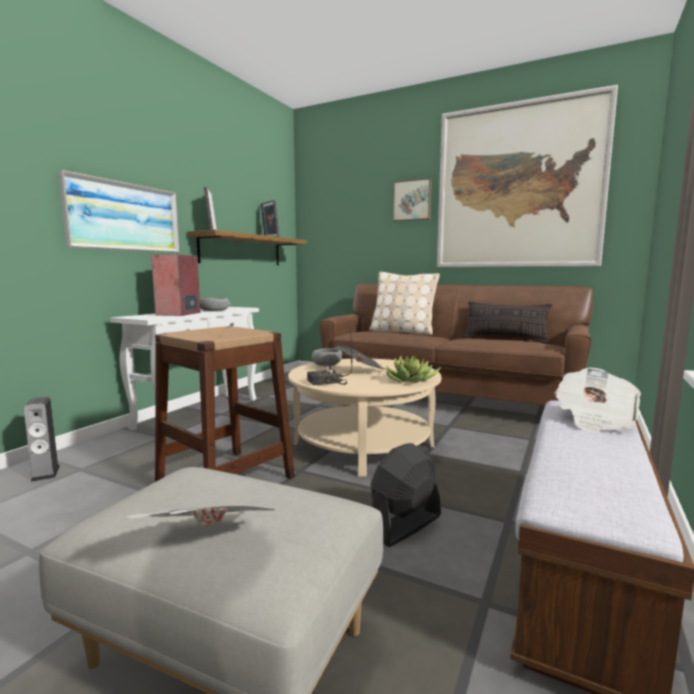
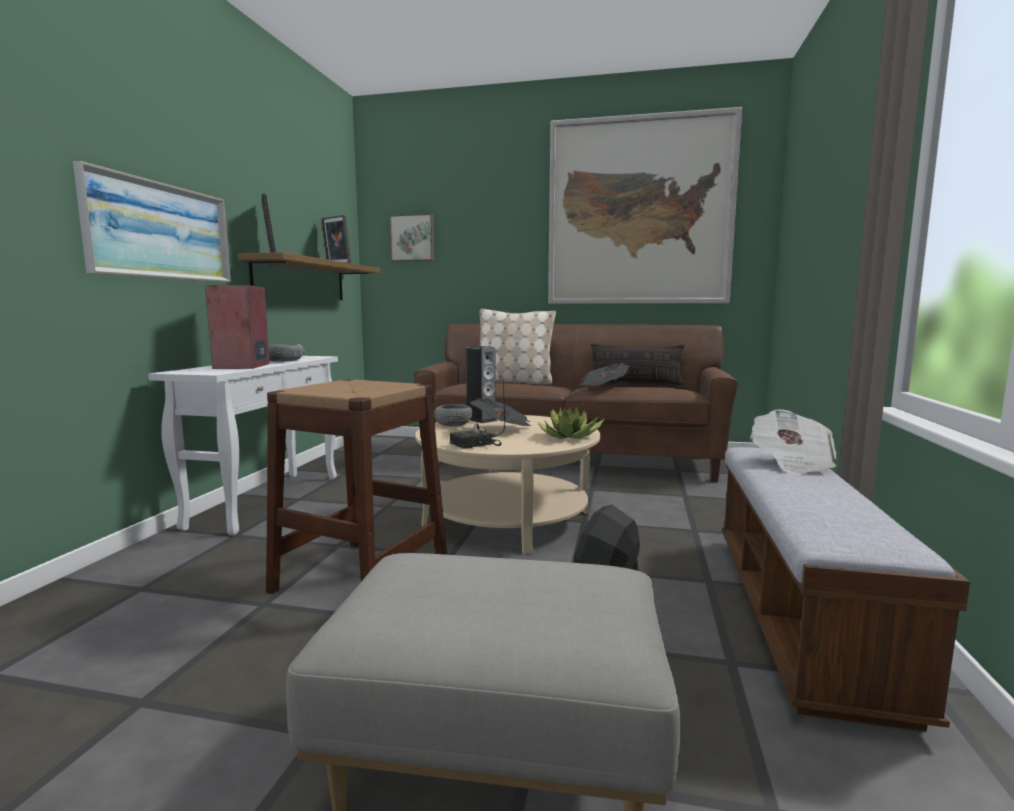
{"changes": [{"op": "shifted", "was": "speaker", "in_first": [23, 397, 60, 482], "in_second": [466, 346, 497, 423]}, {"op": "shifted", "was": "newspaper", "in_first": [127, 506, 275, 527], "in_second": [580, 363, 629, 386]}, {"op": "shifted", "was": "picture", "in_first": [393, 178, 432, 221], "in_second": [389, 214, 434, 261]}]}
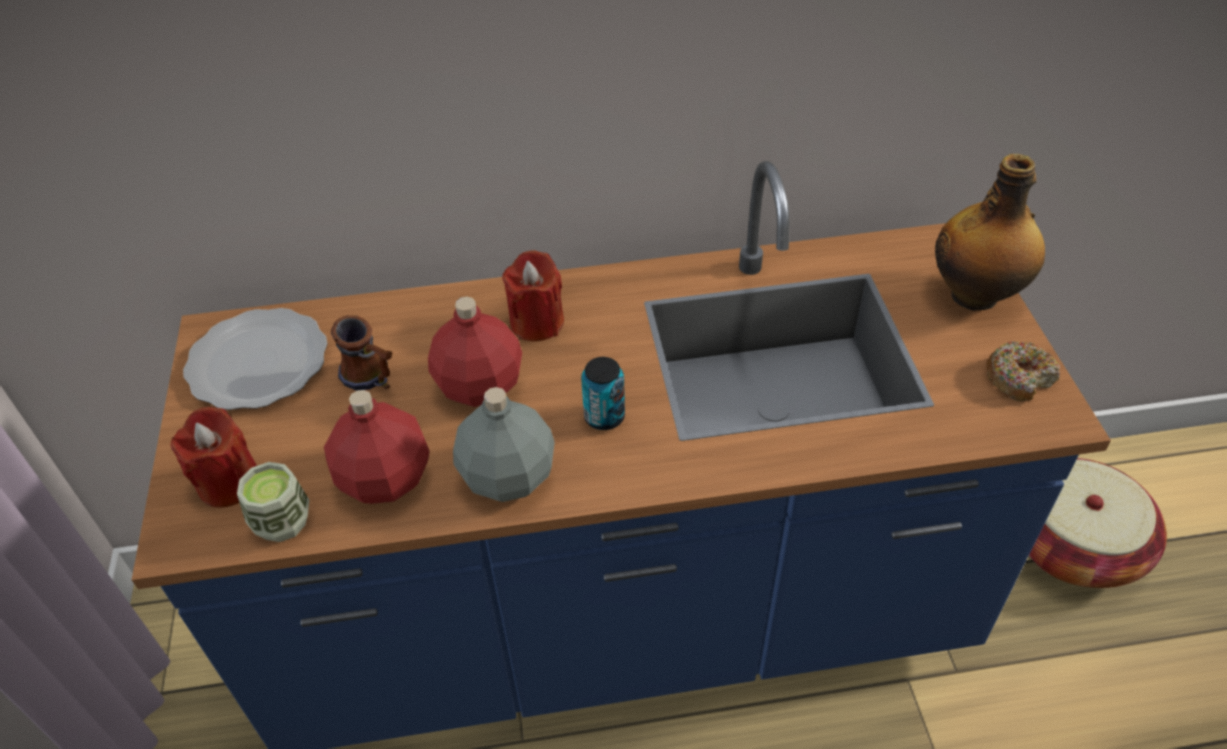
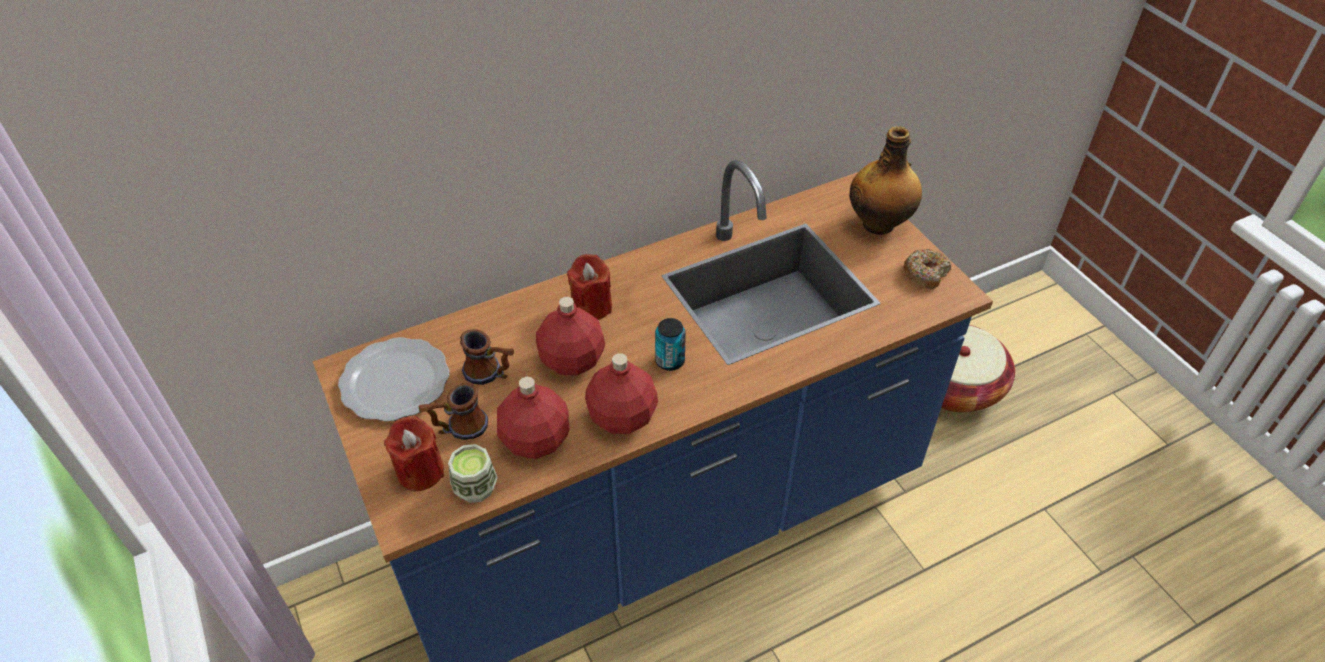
{"changes": [{"op": "repainted", "was": "grey bottle", "now": "red bottle", "in_first": [453, 387, 555, 502], "in_second": [585, 353, 658, 434]}, {"op": "new", "now": "mug", "in_second": [418, 383, 488, 440]}]}
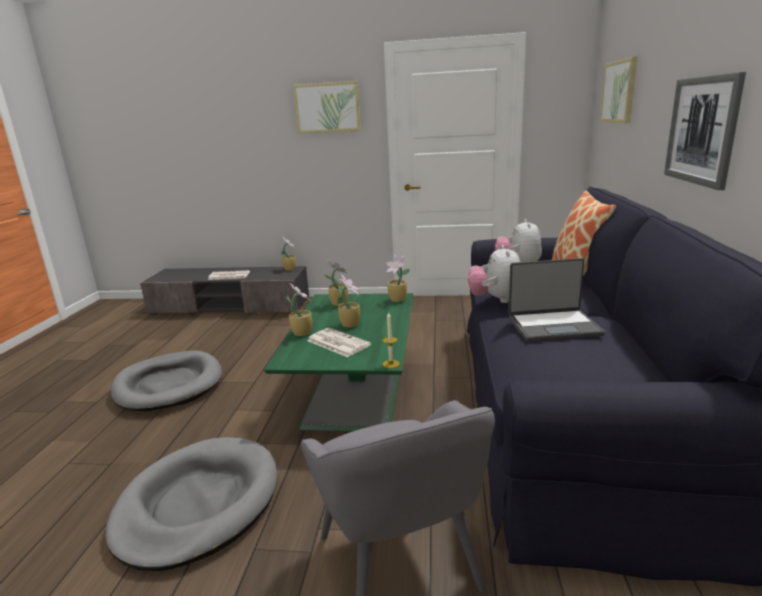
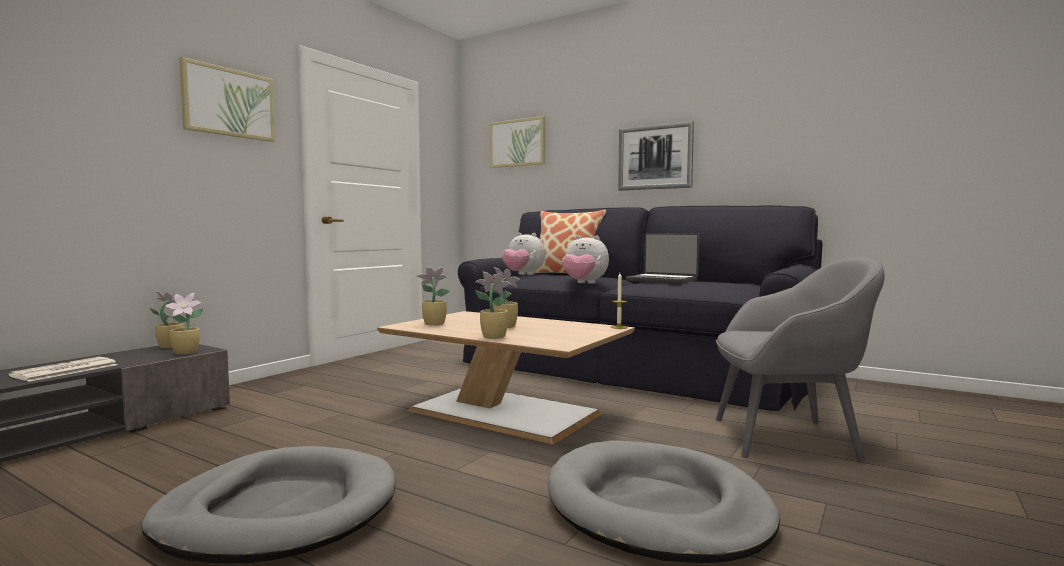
{"changes": [{"op": "repainted", "was": "green coffee table", "now": "brown coffee table", "in_first": [264, 293, 413, 431], "in_second": [377, 311, 635, 444]}, {"op": "gone", "was": "newspaper", "in_first": [307, 328, 371, 357]}, {"op": "shifted", "was": "potted plant", "in_first": [386, 254, 410, 302], "in_second": [165, 293, 203, 355]}, {"op": "rotated", "was": "laptop", "in_first": [508, 258, 605, 341], "in_second": [625, 233, 699, 284], "clockwise": 105}]}
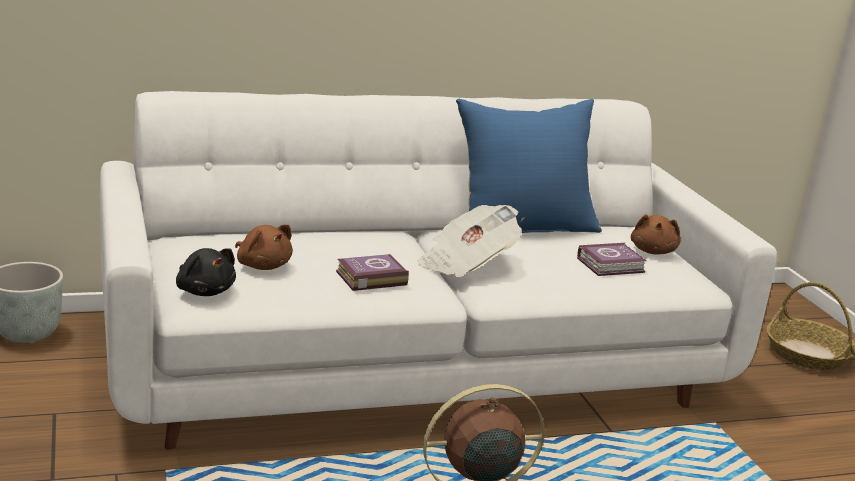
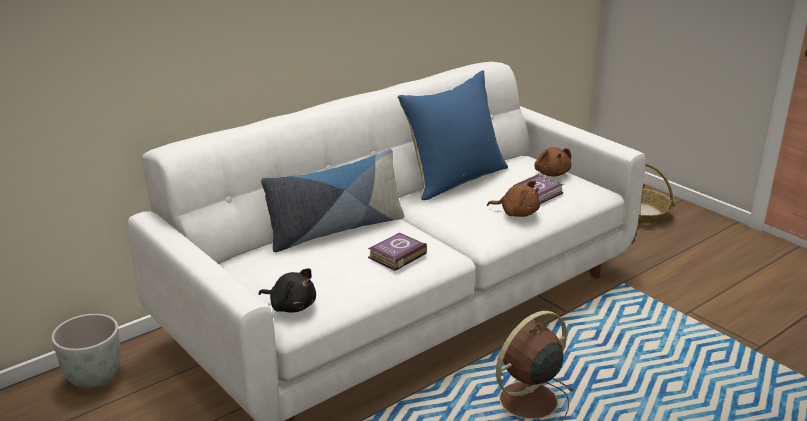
{"changes": [{"op": "shifted", "was": "brown plush toy", "in_first": [235, 224, 293, 270], "in_second": [487, 180, 540, 217]}, {"op": "gone", "was": "newspaper", "in_first": [418, 205, 522, 277]}, {"op": "new", "now": "pillow", "in_second": [261, 149, 405, 252]}]}
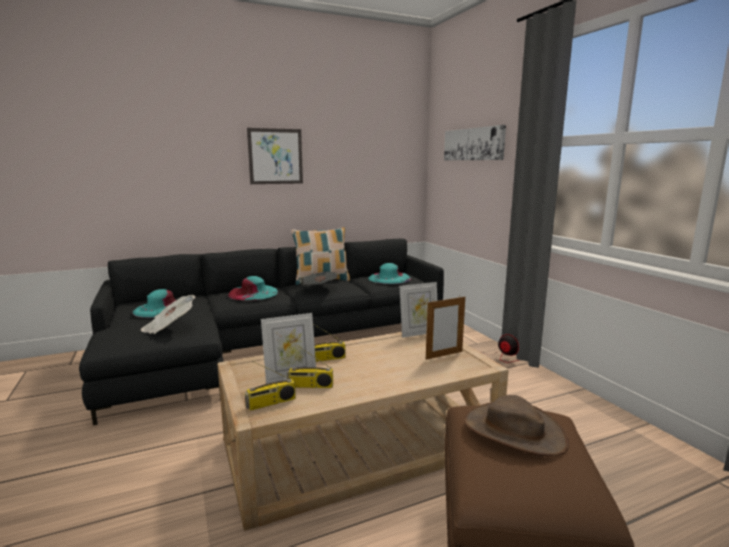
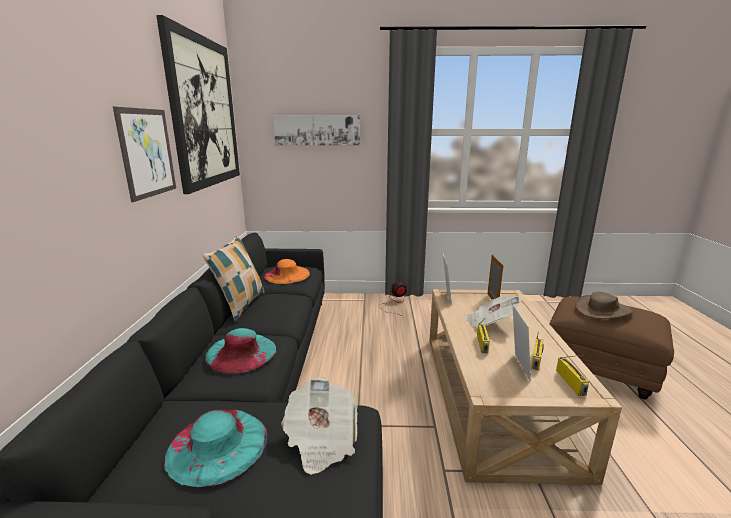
{"changes": [{"op": "shifted", "was": "newspaper", "in_first": [301, 271, 338, 285], "in_second": [464, 294, 522, 328]}, {"op": "repainted", "was": "turquoise hat", "now": "orange hat", "in_first": [368, 263, 411, 284], "in_second": [264, 259, 310, 284]}, {"op": "new", "now": "picture", "in_second": [156, 15, 240, 194]}]}
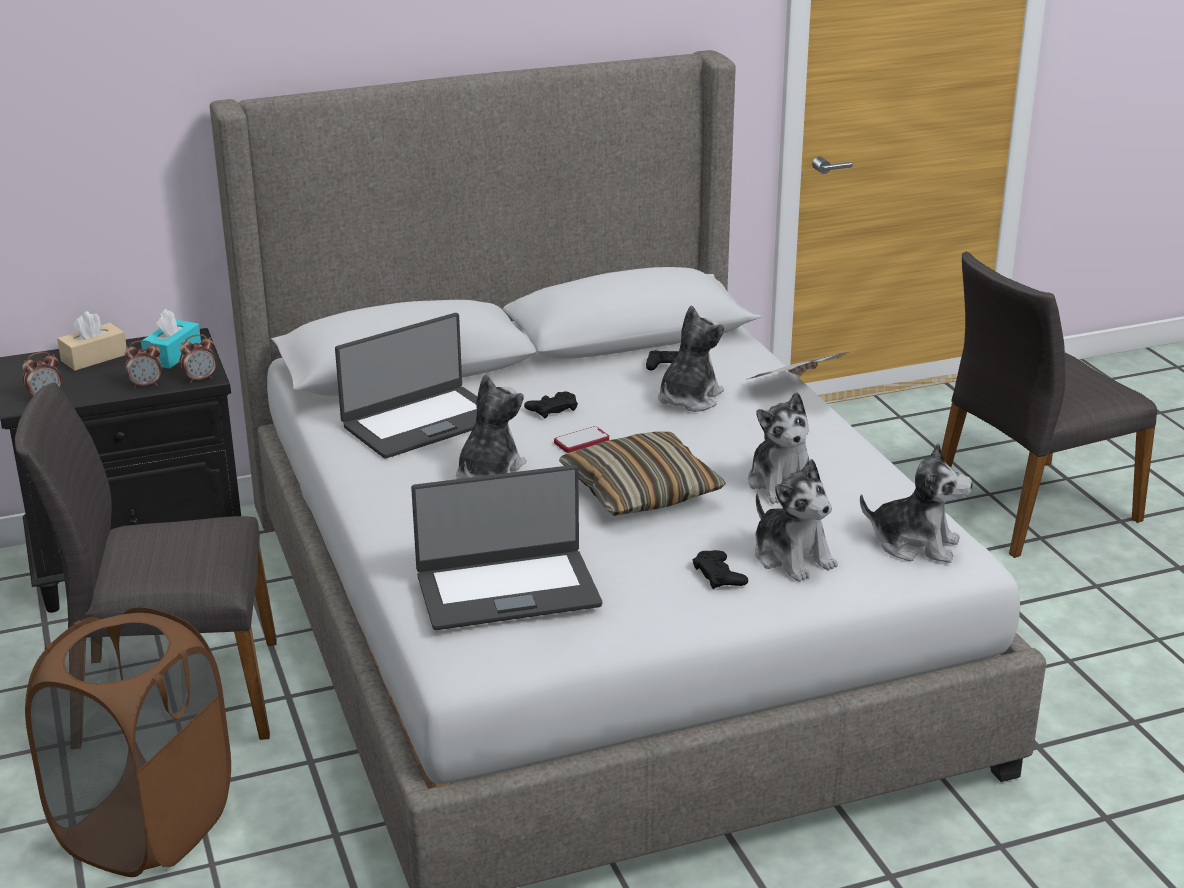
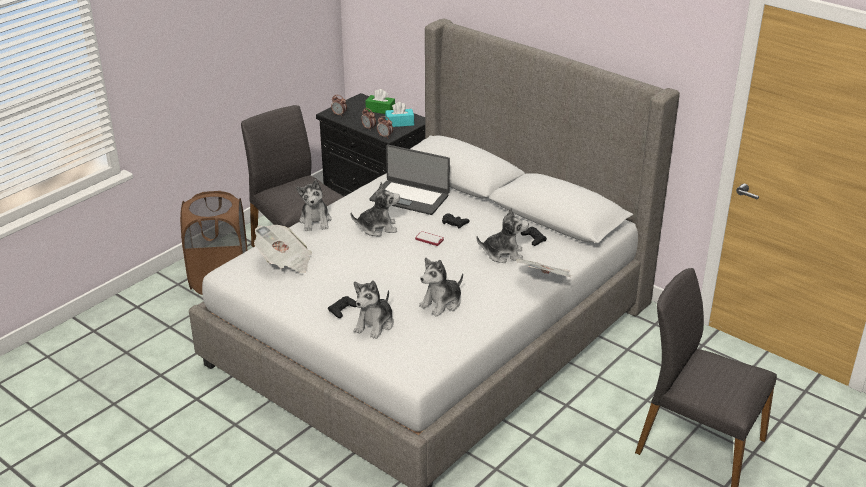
{"changes": [{"op": "repainted", "was": "beige tissue box", "now": "green tissue box", "in_first": [57, 311, 127, 371], "in_second": [365, 89, 395, 114]}, {"op": "swapped", "was": "laptop", "now": "newspaper", "in_first": [411, 465, 602, 630], "in_second": [254, 225, 312, 273]}, {"op": "gone", "was": "pillow", "in_first": [559, 432, 726, 516]}, {"op": "shifted", "was": "plush toy", "in_first": [860, 443, 972, 563], "in_second": [297, 179, 331, 231]}]}
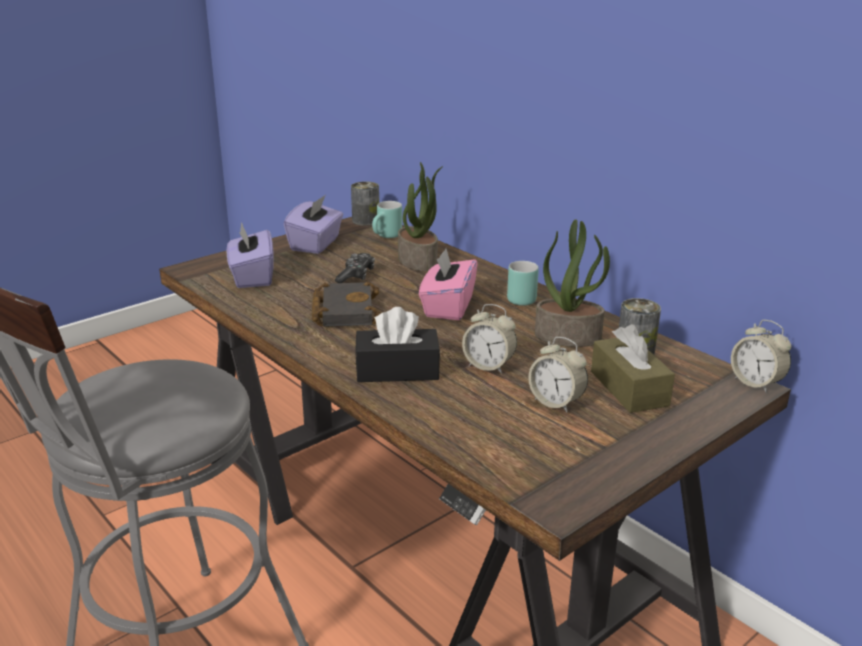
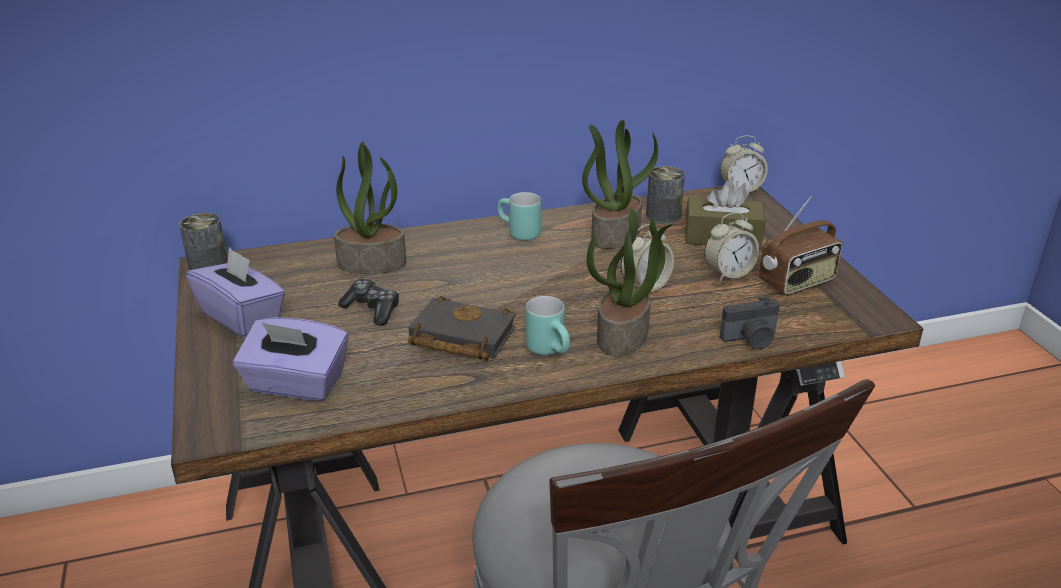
{"changes": [{"op": "swapped", "was": "black tissue box", "now": "potted plant", "in_first": [355, 307, 440, 382], "in_second": [587, 209, 673, 356]}, {"op": "shifted", "was": "turquoise mug", "in_first": [372, 201, 402, 238], "in_second": [526, 296, 570, 355]}, {"op": "gone", "was": "pink tissue box", "in_first": [419, 248, 478, 320]}, {"op": "new", "now": "photo camera", "in_second": [720, 296, 780, 349]}, {"op": "new", "now": "radio", "in_second": [759, 196, 843, 295]}]}
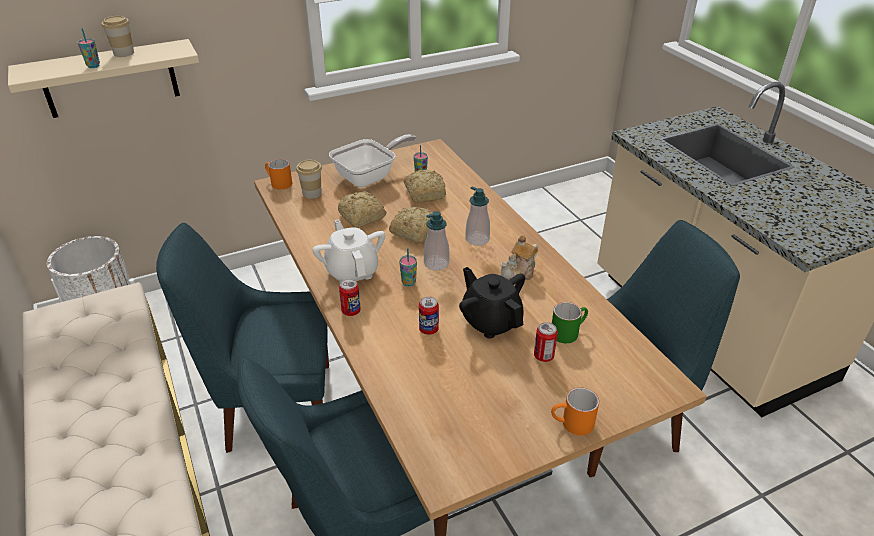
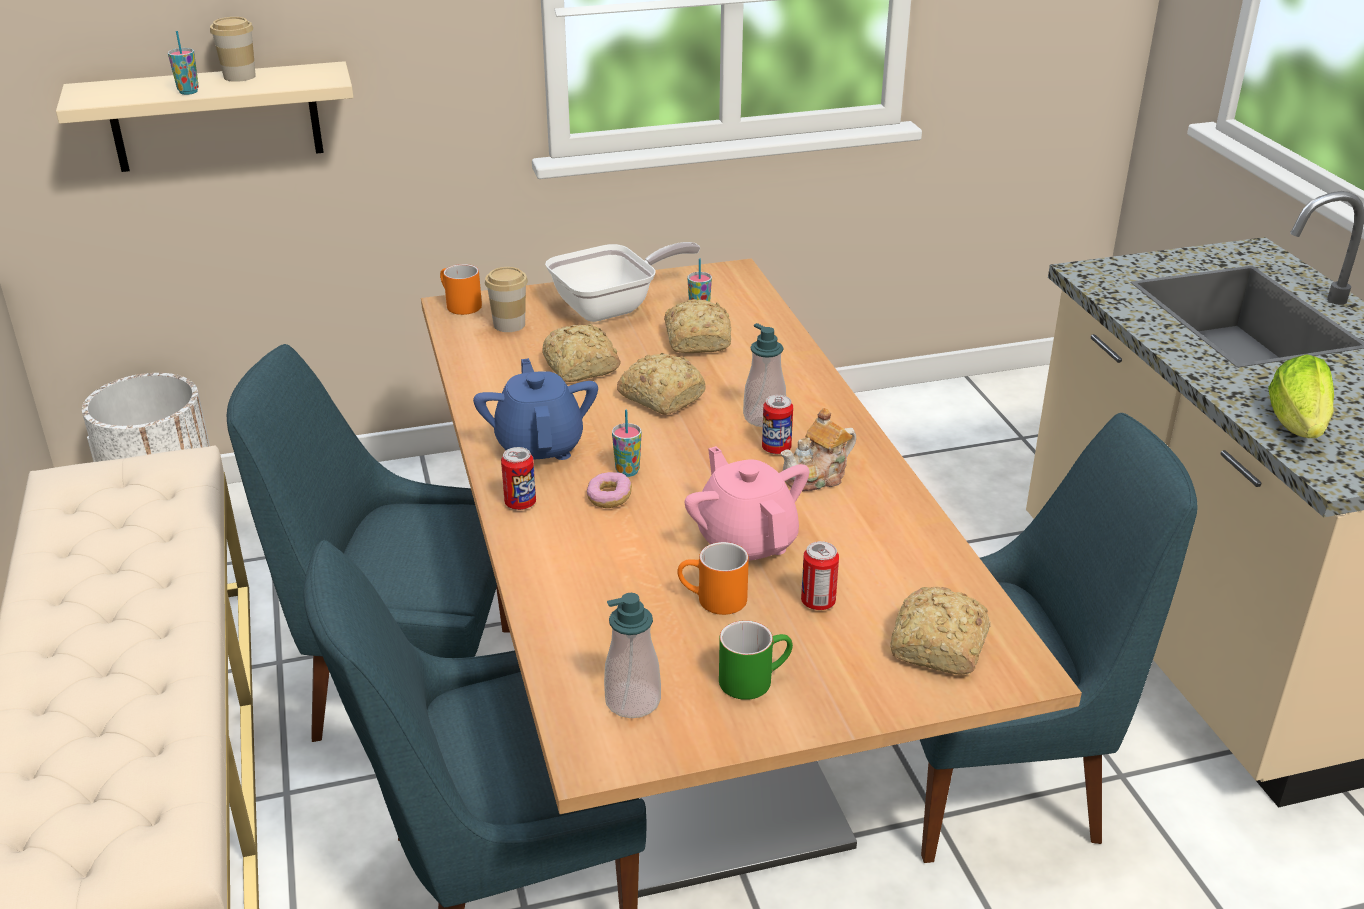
{"changes": [{"op": "repainted", "was": "white teapot", "now": "blue teapot", "in_first": [312, 219, 385, 283], "in_second": [473, 358, 598, 460]}, {"op": "shifted", "was": "can", "in_first": [419, 297, 439, 335], "in_second": [762, 395, 793, 454]}, {"op": "shifted", "was": "soap dispenser", "in_first": [424, 211, 450, 270], "in_second": [604, 593, 661, 718]}, {"op": "repainted", "was": "black teapot", "now": "pink teapot", "in_first": [459, 267, 525, 339], "in_second": [685, 446, 809, 561]}, {"op": "shifted", "was": "orange mug", "in_first": [551, 388, 599, 435], "in_second": [677, 542, 749, 615]}, {"op": "shifted", "was": "green mug", "in_first": [552, 302, 588, 343], "in_second": [719, 620, 793, 700]}, {"op": "new", "now": "donut", "in_second": [587, 472, 632, 508]}, {"op": "new", "now": "bread", "in_second": [890, 586, 991, 674]}, {"op": "new", "now": "lettuce", "in_second": [1268, 354, 1334, 438]}]}
